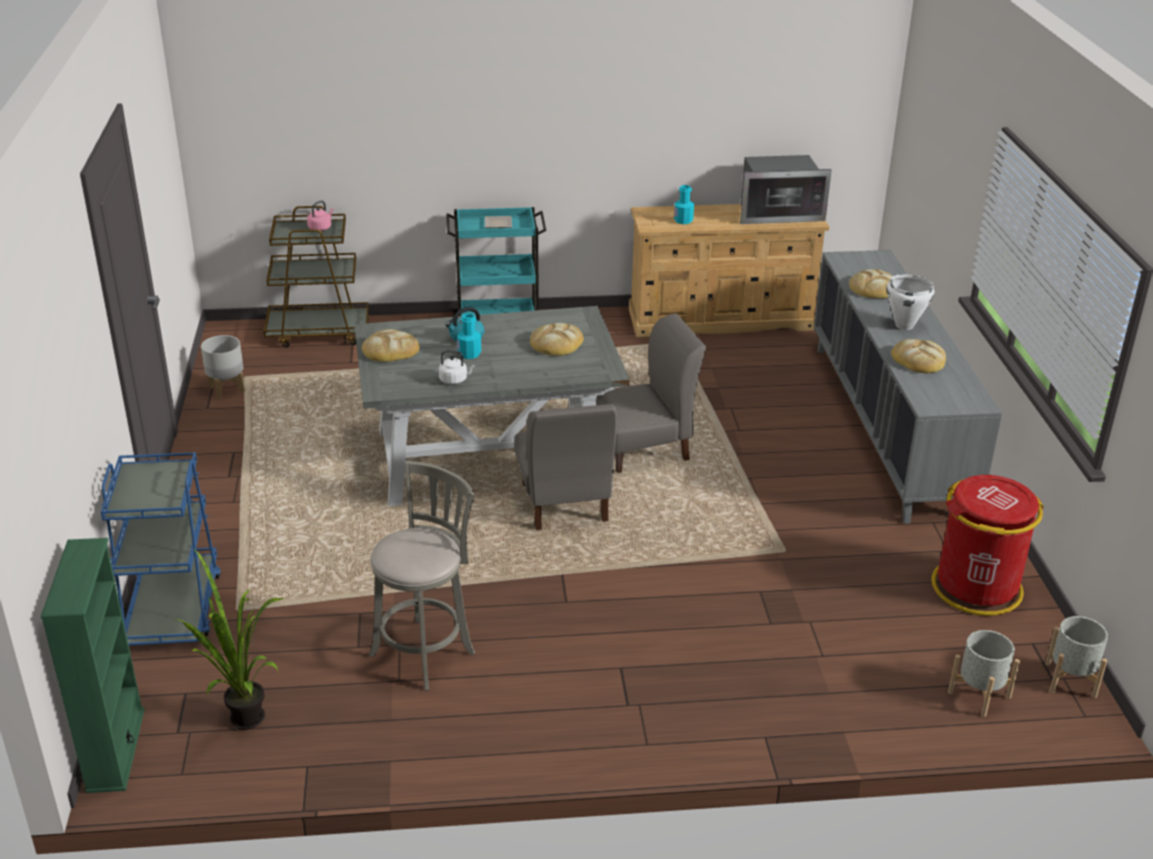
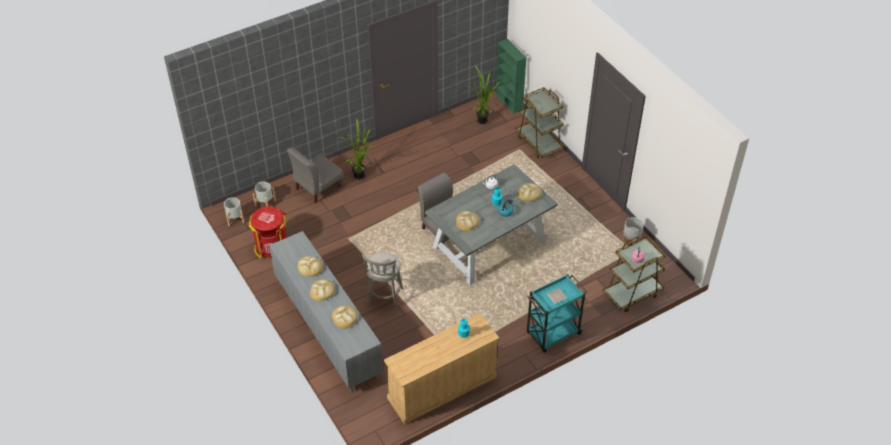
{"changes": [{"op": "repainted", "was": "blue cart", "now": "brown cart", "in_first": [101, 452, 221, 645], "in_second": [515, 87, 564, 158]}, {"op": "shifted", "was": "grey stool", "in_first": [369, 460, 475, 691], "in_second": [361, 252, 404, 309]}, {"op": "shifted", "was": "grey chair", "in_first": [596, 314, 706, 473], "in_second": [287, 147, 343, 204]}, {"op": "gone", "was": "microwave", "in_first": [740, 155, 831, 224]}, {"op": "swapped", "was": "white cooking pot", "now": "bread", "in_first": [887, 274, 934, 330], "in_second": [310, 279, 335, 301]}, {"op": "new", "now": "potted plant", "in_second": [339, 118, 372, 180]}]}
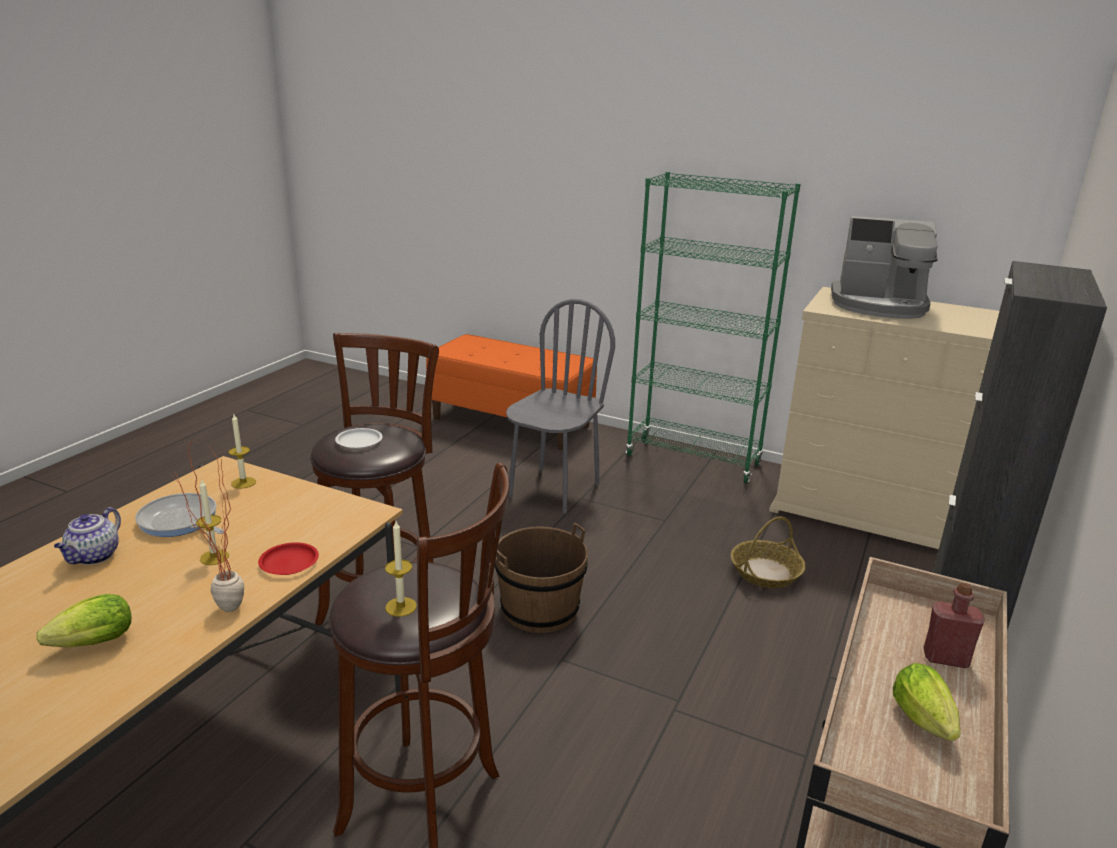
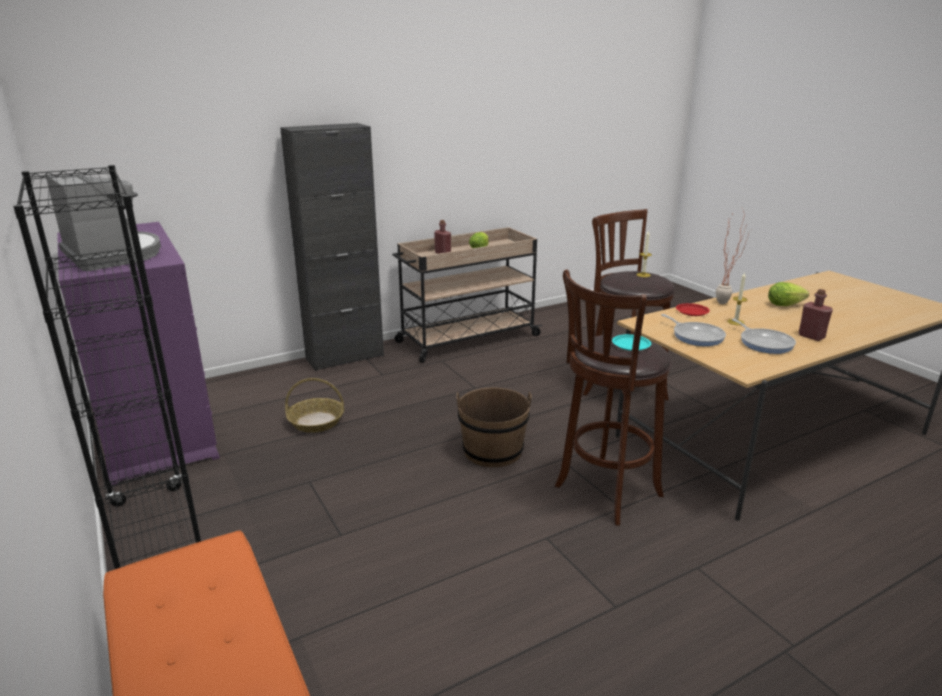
{"changes": [{"op": "swapped", "was": "teapot", "now": "red bottle", "in_first": [54, 507, 121, 565], "in_second": [799, 289, 833, 341]}, {"op": "gone", "was": "candle", "in_first": [228, 414, 256, 489]}, {"op": "repainted", "was": "white plate", "now": "turquoise plate", "in_first": [335, 428, 383, 449], "in_second": [612, 334, 651, 351]}, {"op": "gone", "was": "grey chair", "in_first": [506, 299, 615, 514]}, {"op": "repainted", "was": "green bookcase", "now": "black bookcase", "in_first": [626, 172, 800, 484], "in_second": [13, 165, 201, 569]}, {"op": "repainted", "was": "beige dresser", "now": "purple dresser", "in_first": [769, 287, 999, 549], "in_second": [57, 222, 220, 486]}, {"op": "new", "now": "frying pan", "in_second": [661, 314, 726, 346]}]}
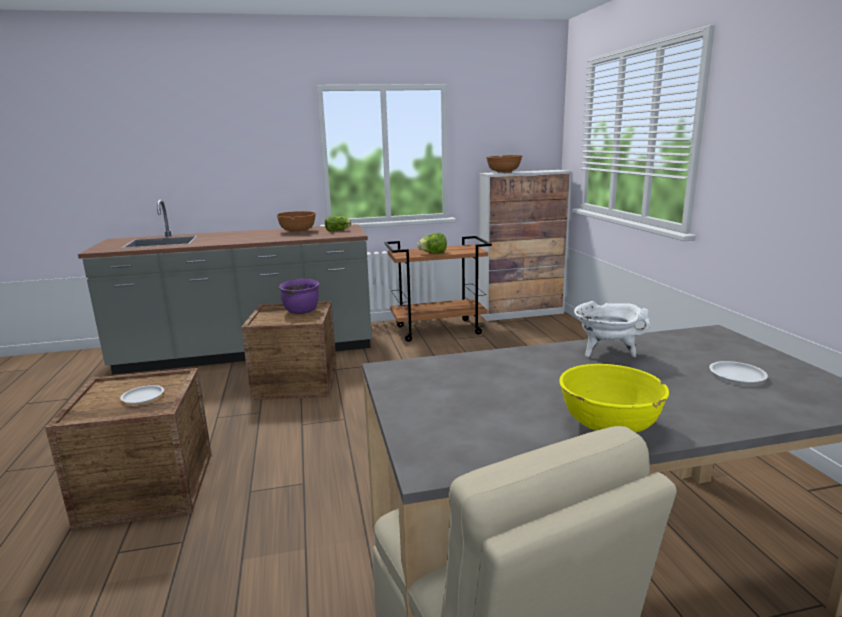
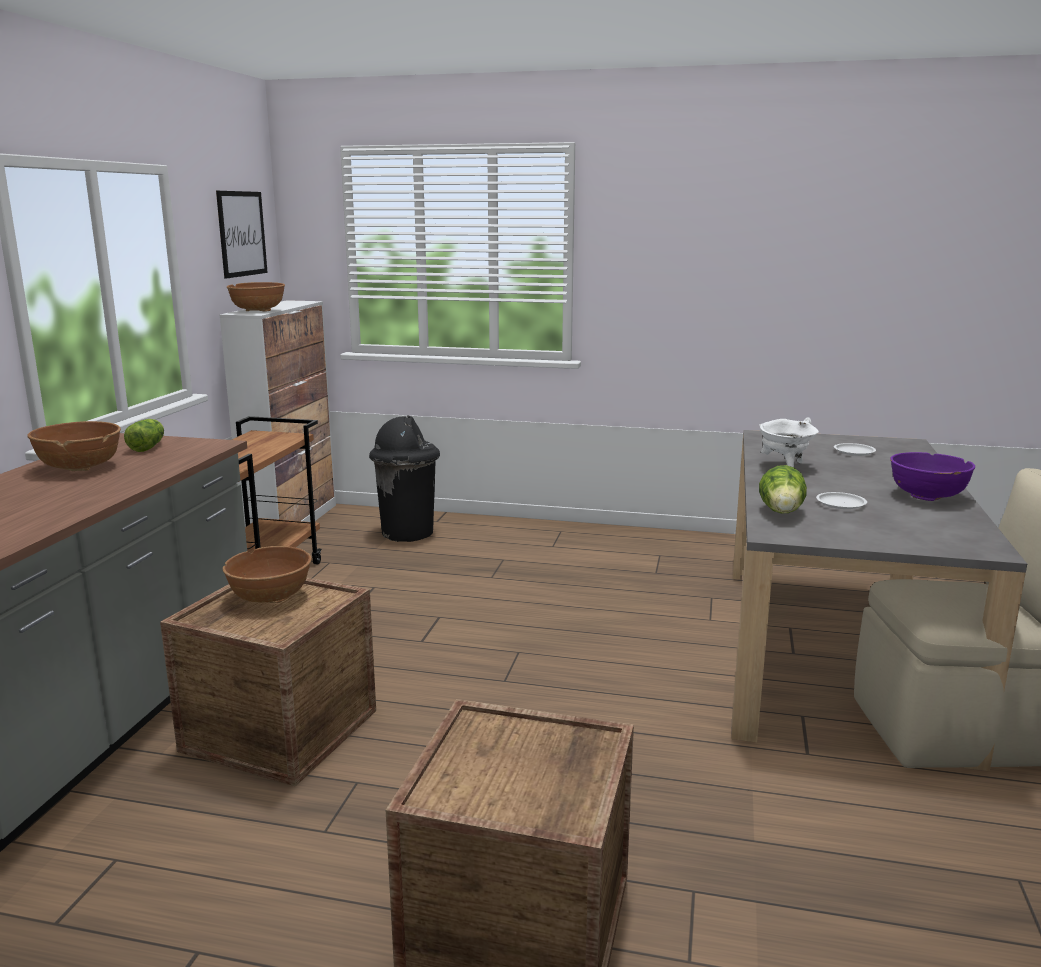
{"changes": [{"op": "shifted", "was": "white plate", "in_first": [120, 385, 164, 404], "in_second": [816, 492, 867, 509]}, {"op": "swapped", "was": "purple cooking pot", "now": "brown bowl", "in_first": [279, 279, 319, 314], "in_second": [223, 546, 311, 603]}, {"op": "shifted", "was": "lettuce", "in_first": [417, 233, 447, 254], "in_second": [759, 465, 807, 514]}, {"op": "repainted", "was": "yellow bowl", "now": "purple bowl", "in_first": [559, 364, 669, 433], "in_second": [890, 452, 975, 501]}, {"op": "new", "now": "picture", "in_second": [216, 191, 268, 279]}, {"op": "new", "now": "black trash can", "in_second": [369, 415, 440, 542]}]}
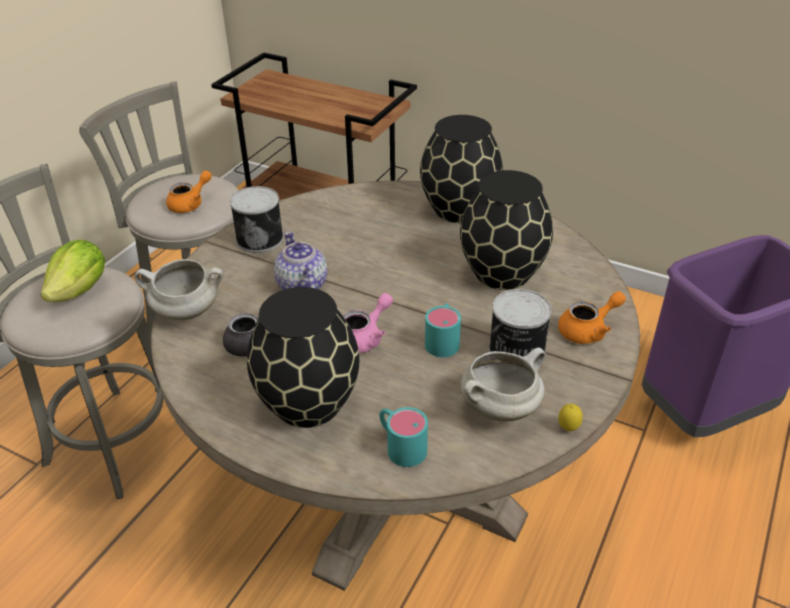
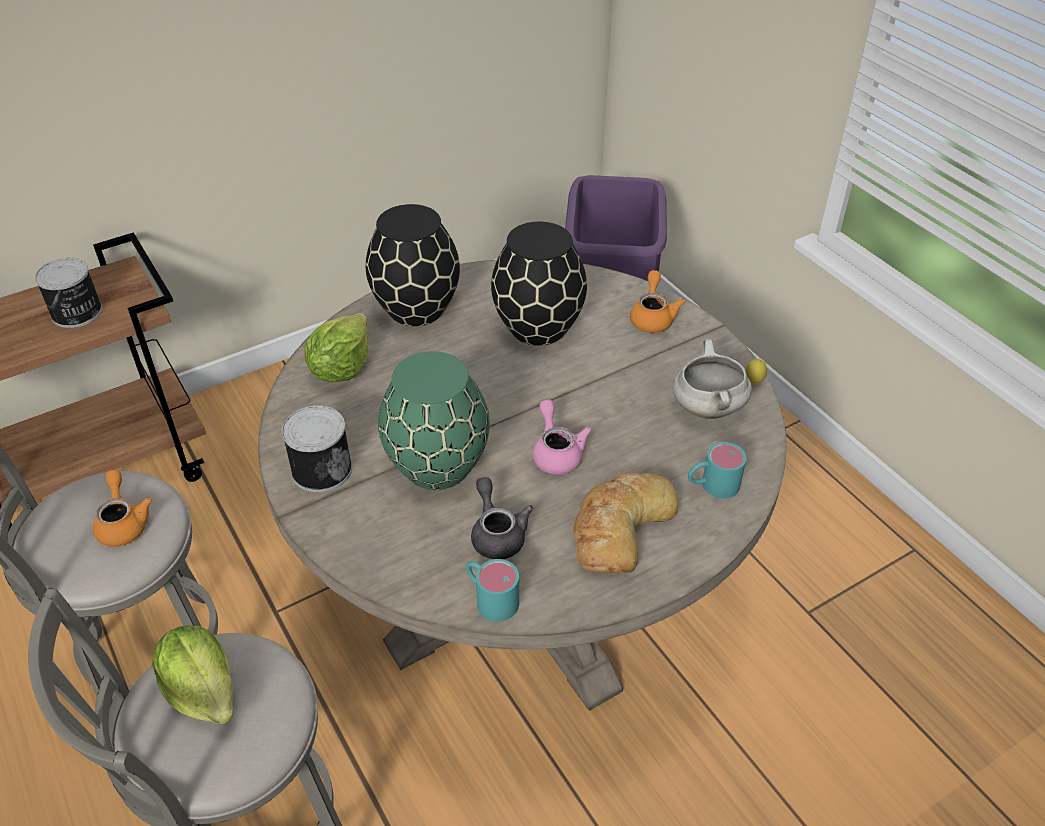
{"changes": [{"op": "gone", "was": "white cooking pot", "in_first": [135, 259, 223, 320]}, {"op": "swapped", "was": "black vase", "now": "bread", "in_first": [247, 287, 360, 428], "in_second": [574, 472, 679, 574]}, {"op": "swapped", "was": "teapot", "now": "green vase", "in_first": [274, 231, 327, 290], "in_second": [378, 351, 490, 490]}, {"op": "shifted", "was": "turquoise mug", "in_first": [425, 303, 461, 357], "in_second": [466, 559, 519, 622]}, {"op": "shifted", "was": "can", "in_first": [489, 289, 552, 357], "in_second": [35, 258, 102, 328]}, {"op": "new", "now": "lettuce", "in_second": [305, 313, 369, 382]}]}
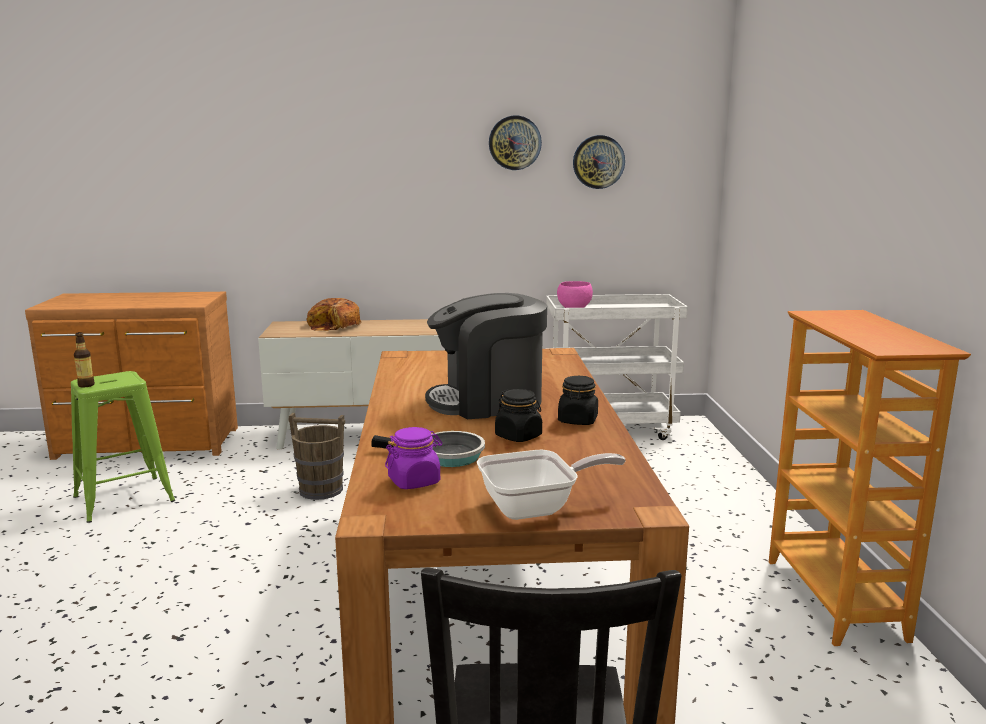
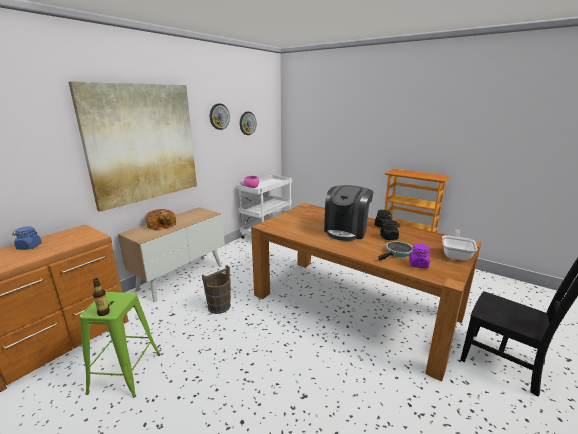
{"changes": [{"op": "new", "now": "blue jar", "in_second": [12, 226, 42, 250]}, {"op": "new", "now": "picture", "in_second": [68, 81, 197, 212]}]}
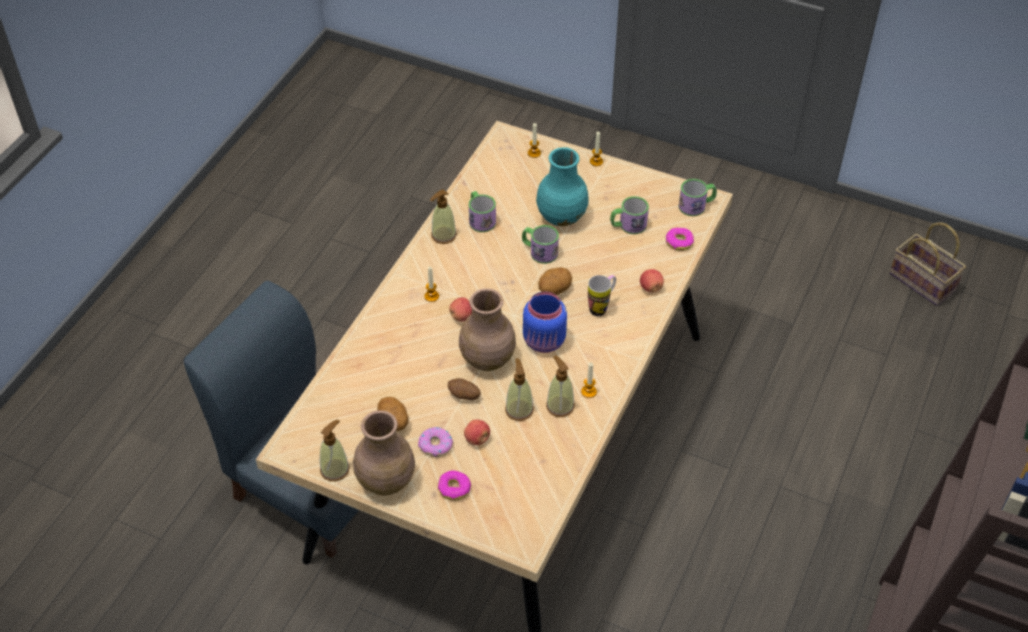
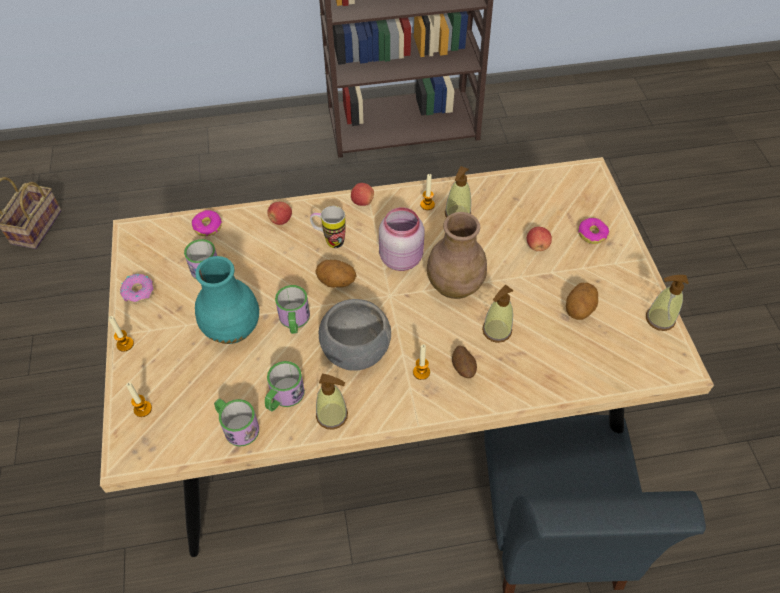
{"changes": [{"op": "gone", "was": "brown vase", "in_first": [353, 410, 415, 496]}, {"op": "shifted", "was": "donut", "in_first": [418, 427, 453, 457], "in_second": [120, 274, 154, 303]}, {"op": "shifted", "was": "potato", "in_first": [448, 378, 481, 400], "in_second": [452, 346, 477, 378]}, {"op": "shifted", "was": "apple", "in_first": [449, 297, 472, 322], "in_second": [351, 183, 374, 206]}, {"op": "shifted", "was": "soap dispenser", "in_first": [505, 358, 534, 421], "in_second": [482, 285, 513, 343]}, {"op": "repainted", "was": "blue jar", "now": "pink jar", "in_first": [523, 291, 567, 353], "in_second": [379, 207, 424, 271]}, {"op": "shifted", "was": "mug", "in_first": [679, 179, 717, 216], "in_second": [214, 399, 259, 447]}, {"op": "new", "now": "grey bowl", "in_second": [319, 299, 391, 371]}]}
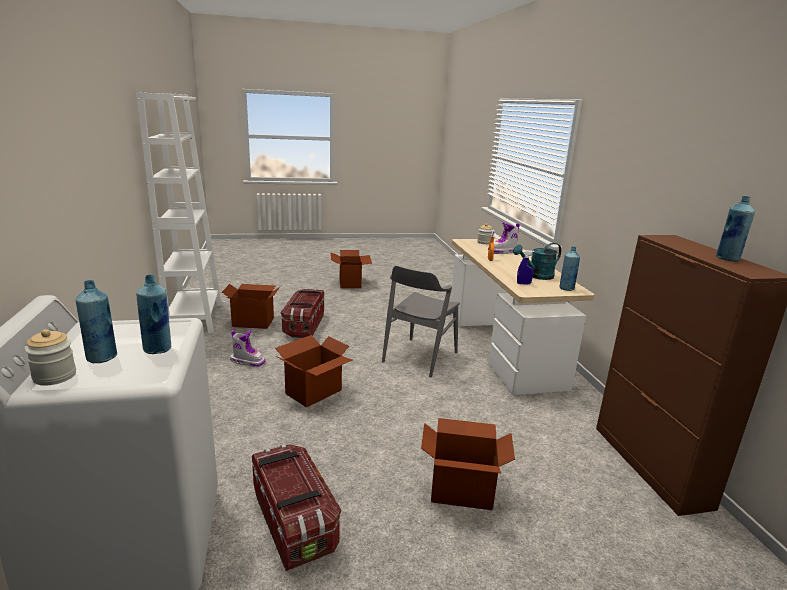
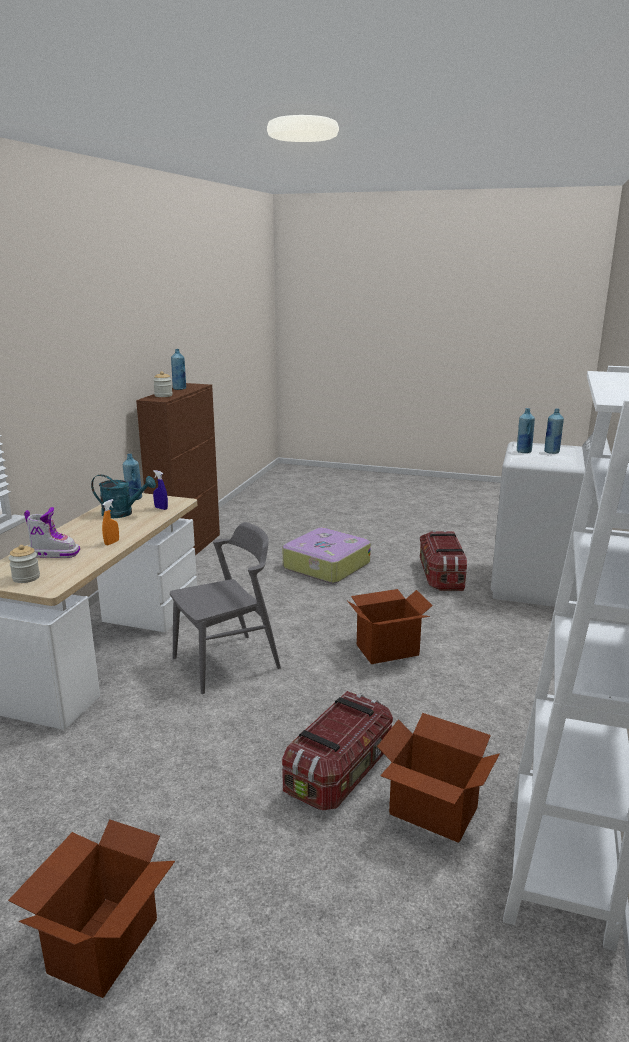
{"changes": [{"op": "shifted", "was": "jar", "in_first": [25, 329, 76, 386], "in_second": [153, 371, 173, 397]}, {"op": "gone", "was": "boot", "in_first": [230, 330, 265, 367]}, {"op": "swapped", "was": "cardboard box", "now": "suitcase", "in_first": [421, 418, 515, 510], "in_second": [283, 528, 371, 584]}]}
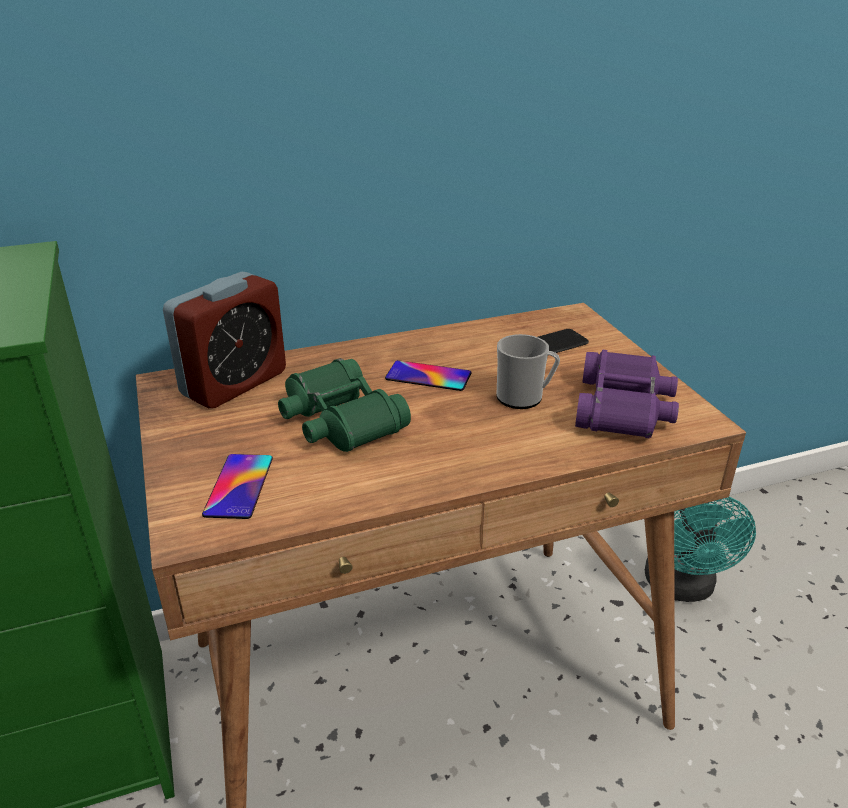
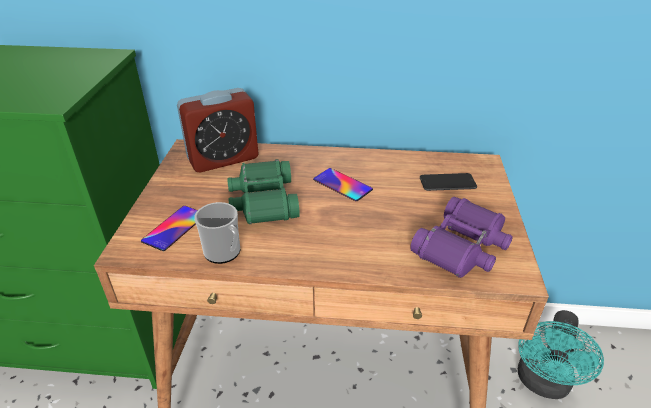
{"changes": [{"op": "shifted", "was": "mug", "in_first": [496, 334, 560, 409], "in_second": [195, 202, 240, 264]}]}
